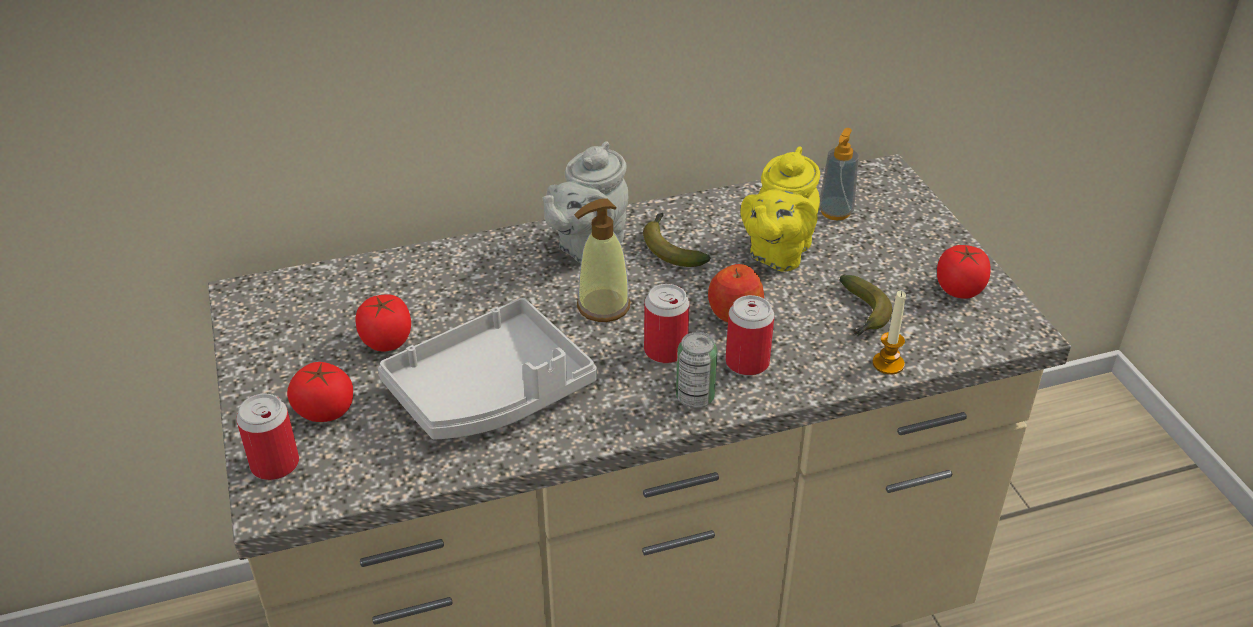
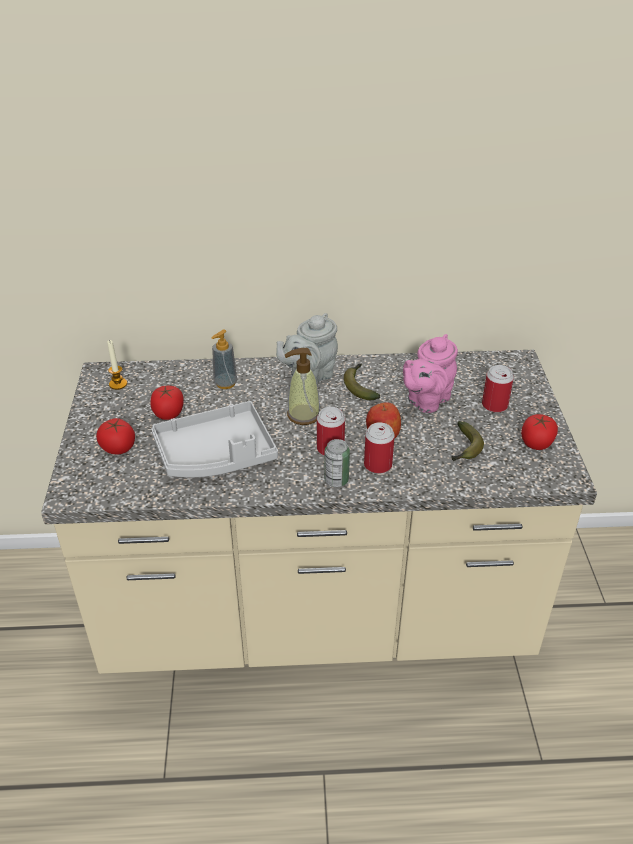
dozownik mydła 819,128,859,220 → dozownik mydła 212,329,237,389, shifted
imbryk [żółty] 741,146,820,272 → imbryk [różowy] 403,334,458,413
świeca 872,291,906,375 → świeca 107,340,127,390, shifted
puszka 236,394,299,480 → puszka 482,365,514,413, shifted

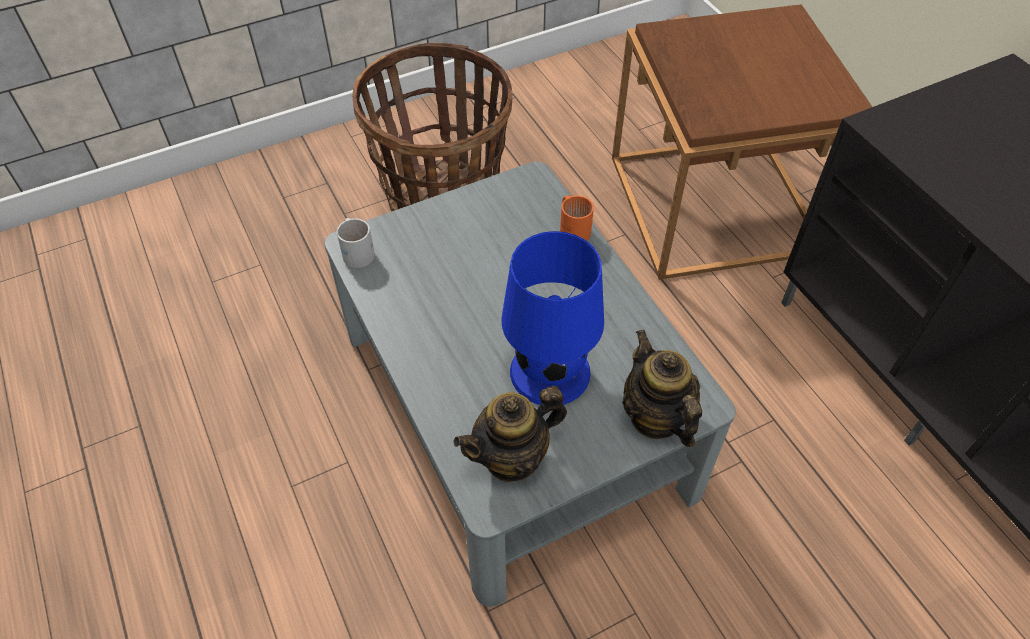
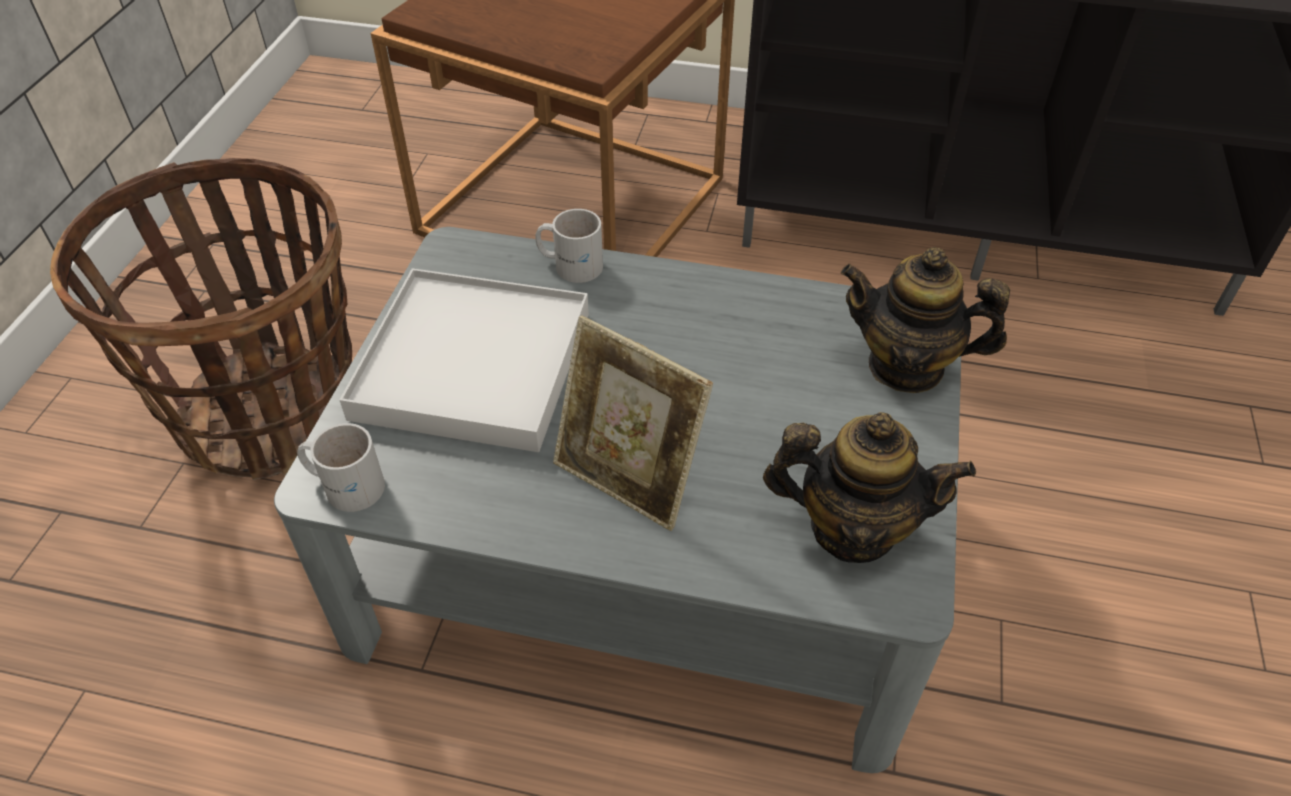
kubek [pomarańczowy] 560,195,594,241 → kubek [biały] 535,209,603,283
lampa stołowa [niebieski] 502,231,604,405 → -
imbryk 454,386,567,482 → imbryk 763,412,976,563, 90 degrees counterclockwise
- → taca [biały] 339,268,589,452
- → ramka na zdjęcie 553,316,713,531

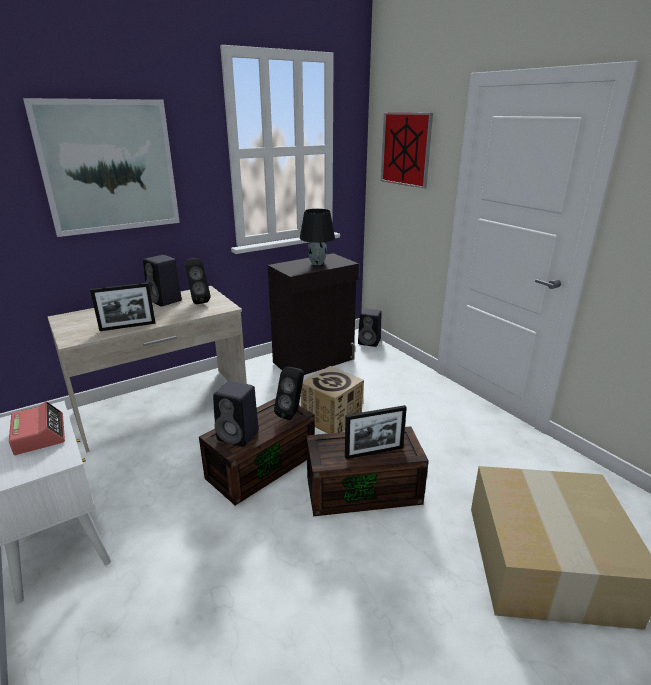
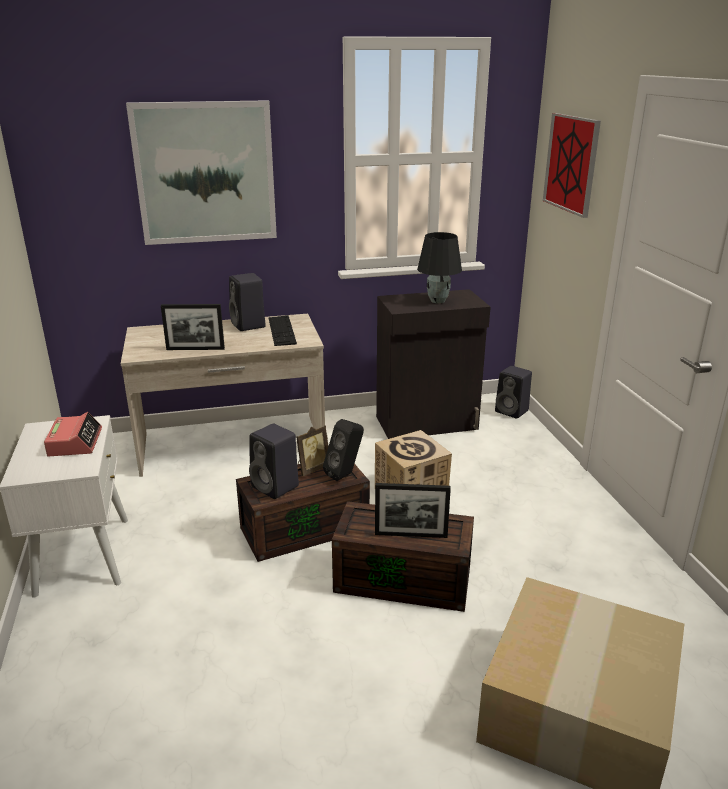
głośnik [czarny] 185,258,211,304 → klawiatura 268,315,297,346
- → ramka na zdjęcie 296,425,328,476

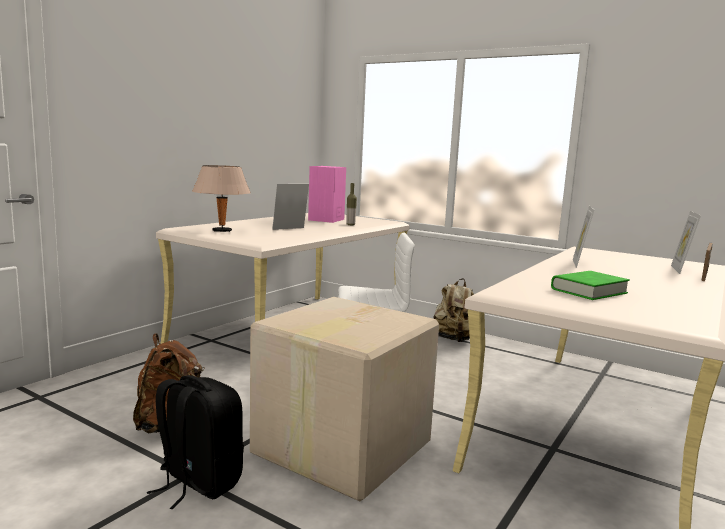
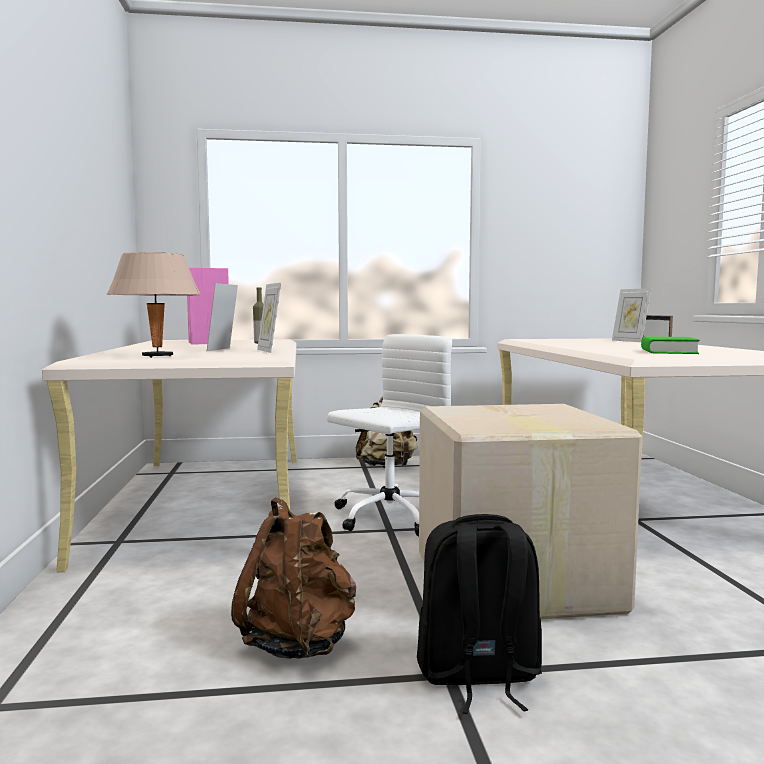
ramka na zdjęcie 573,206,594,268 → ramka na zdjęcie 257,283,281,353, shifted

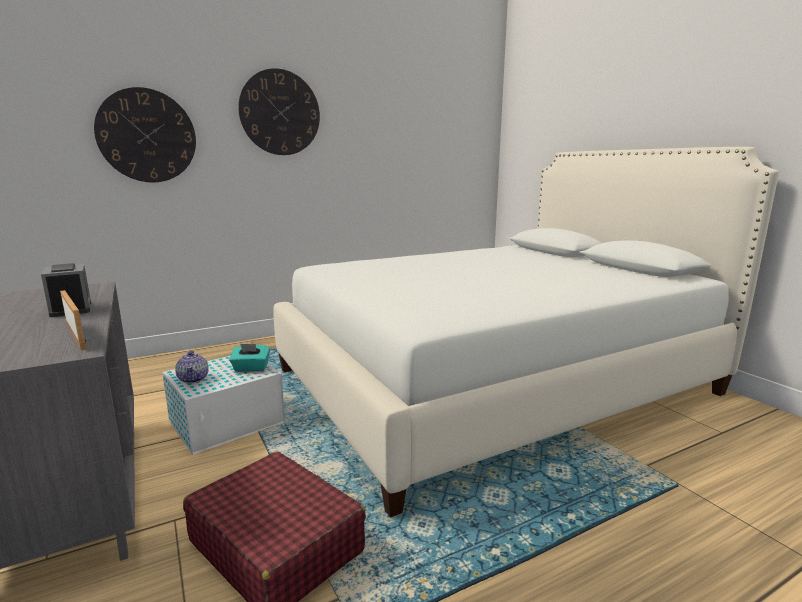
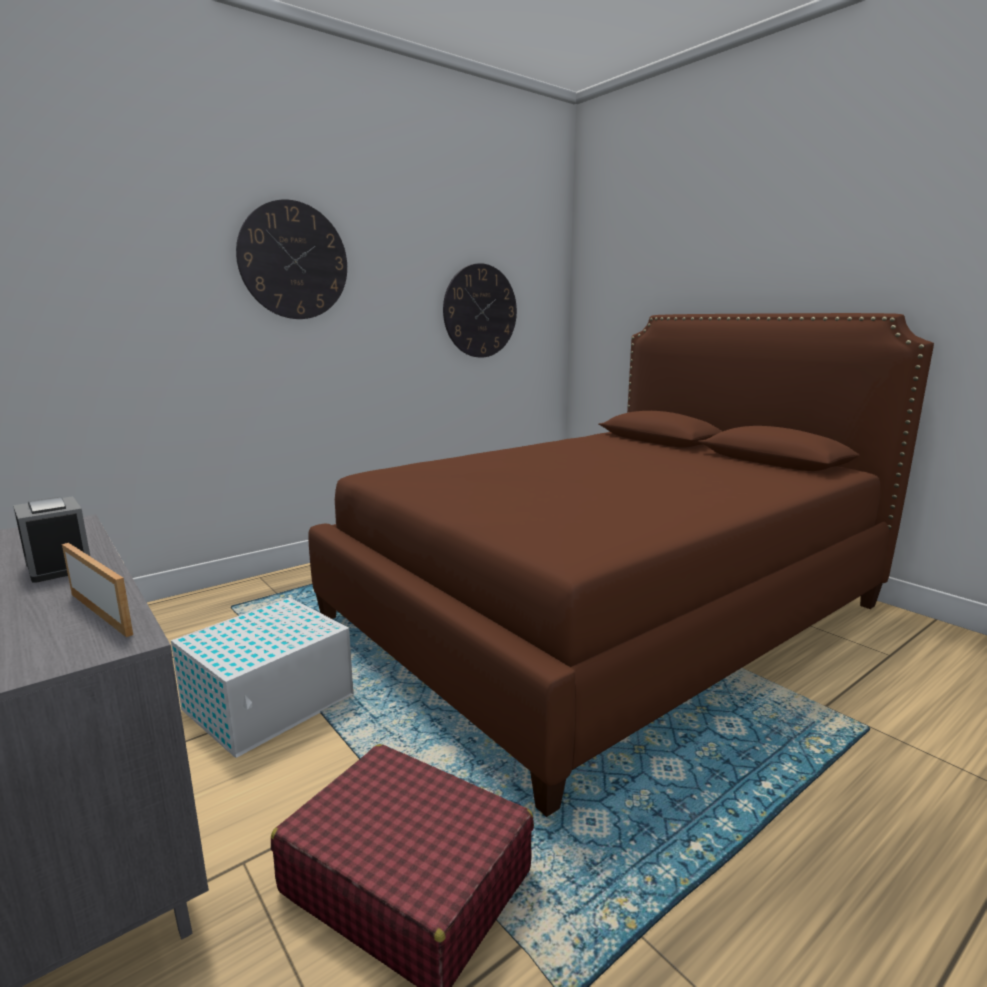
zegar ścienny 94,87,196,182 → zegar ścienny 443,263,517,358, shifted
łóżko [biały] 273,147,779,517 → łóżko [brązowy] 308,313,934,817
pudełko chusteczek [turkusowy] 229,344,270,372 → -
imbryk 175,351,209,384 → -

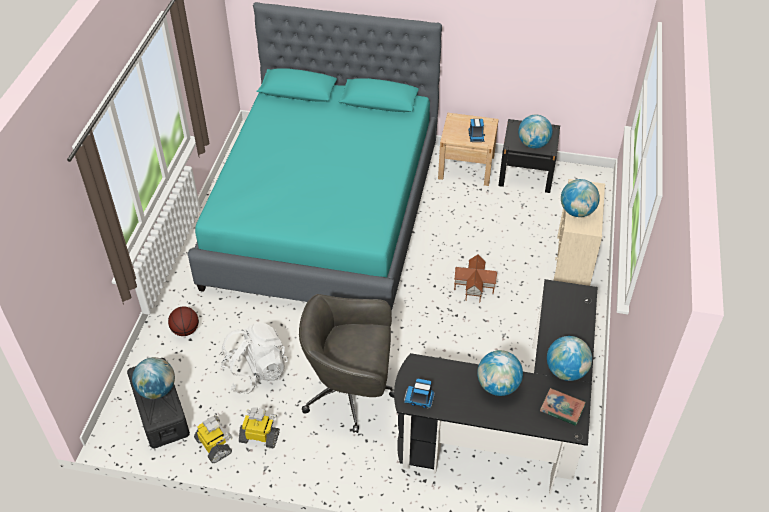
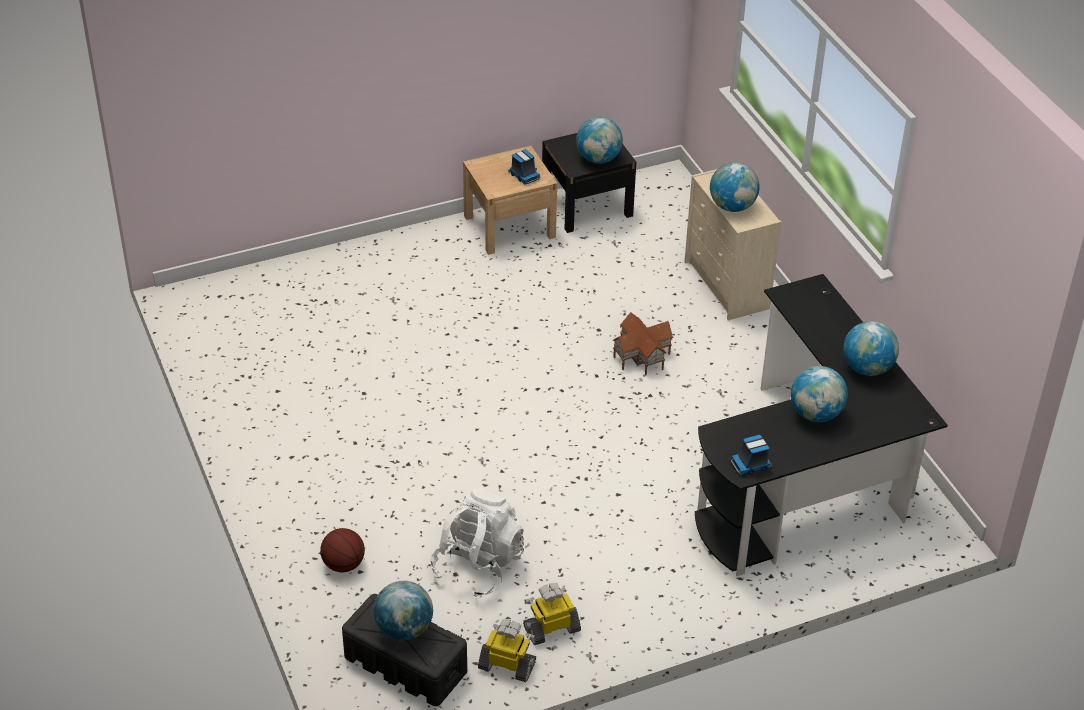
łóżko [turkusowy] 188,2,442,311 → -
krzesło biurowe [szary] 299,294,394,433 → -
książka 540,388,586,426 → -

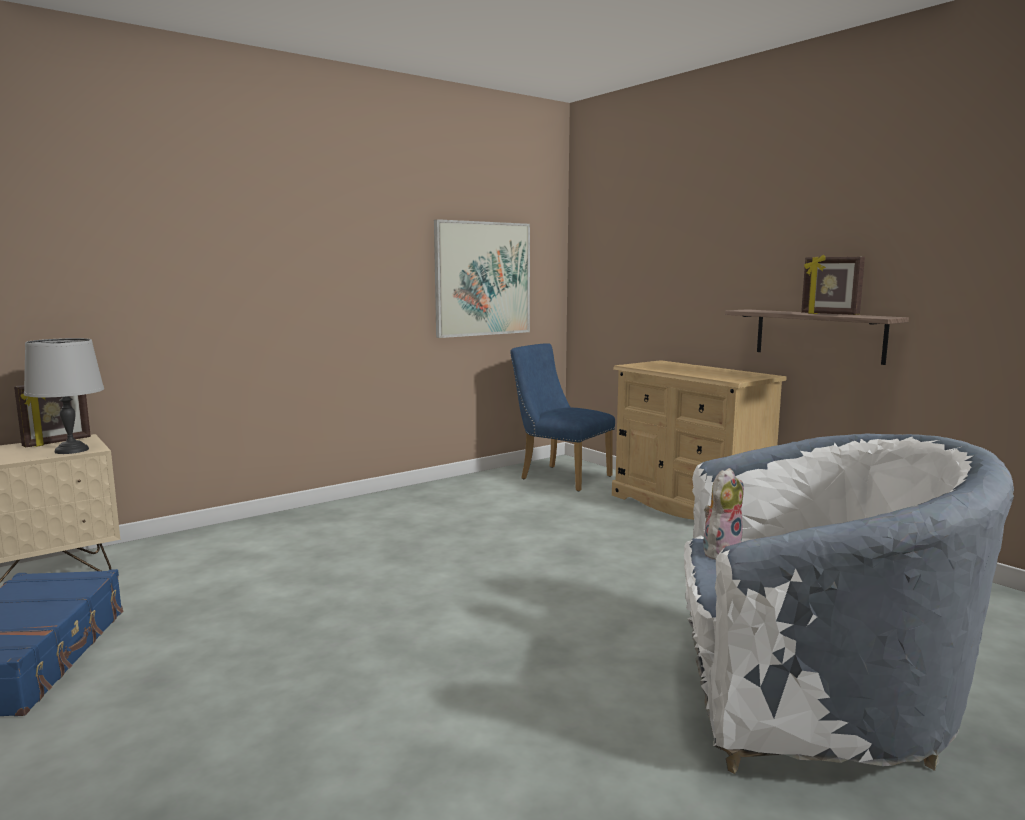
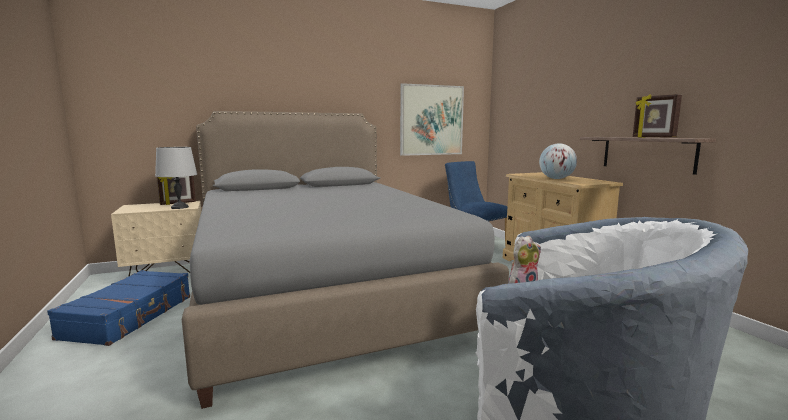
- → łóżko [szary] 182,111,509,409
- → globus 539,143,577,179

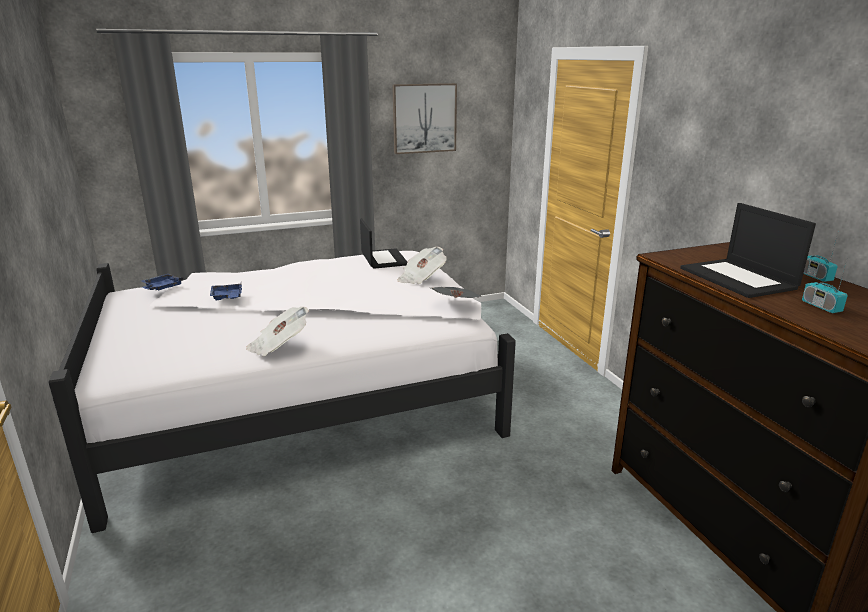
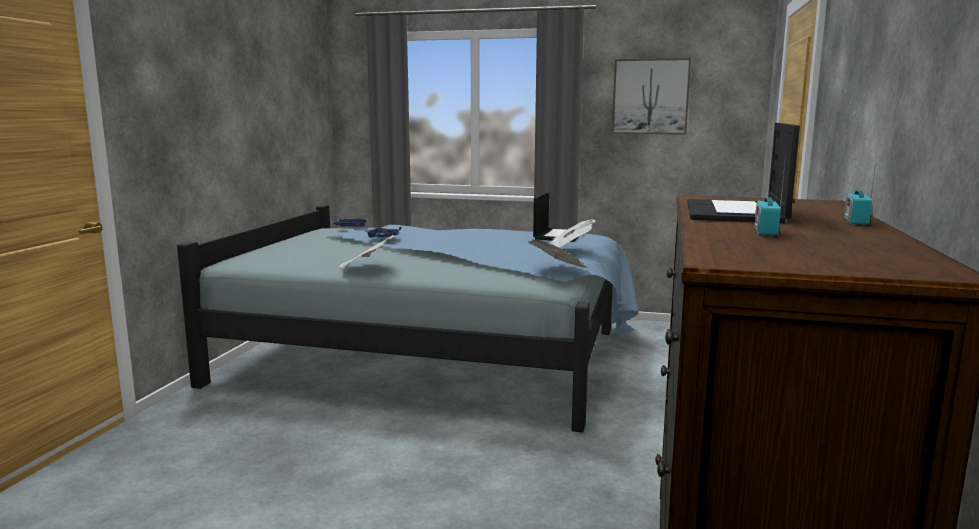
łóżko [biały] 48,251,516,533 → łóżko [niebieski] 177,205,638,433

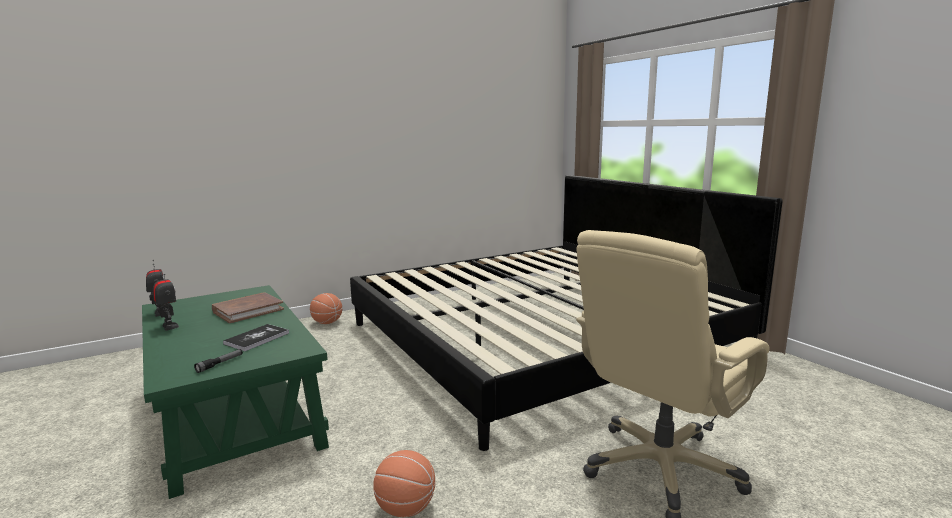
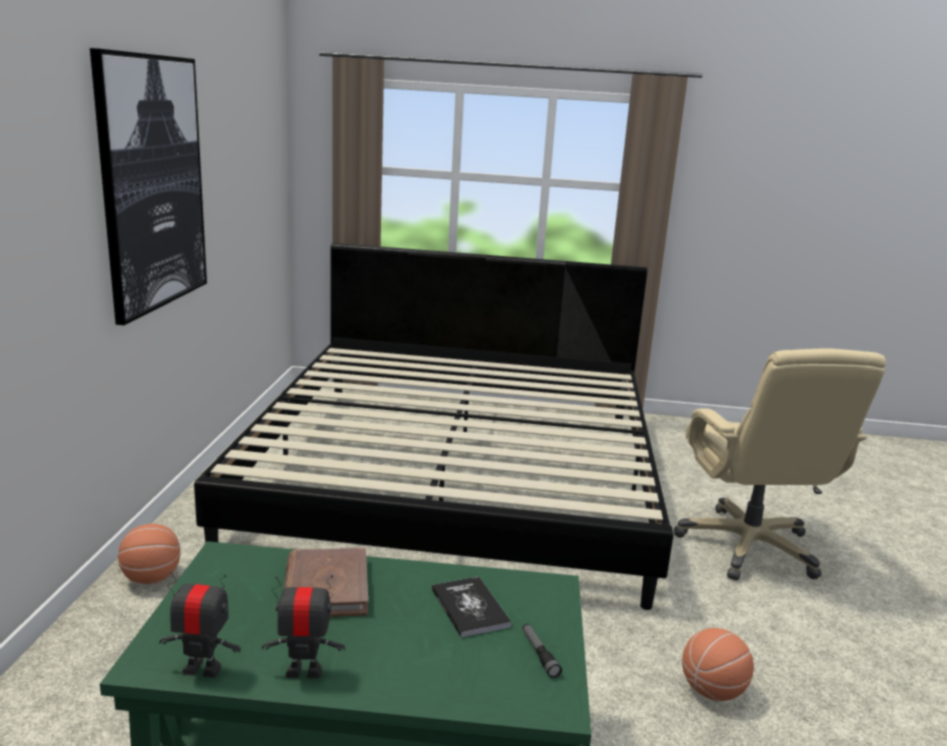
- → obraz 90,48,207,325

